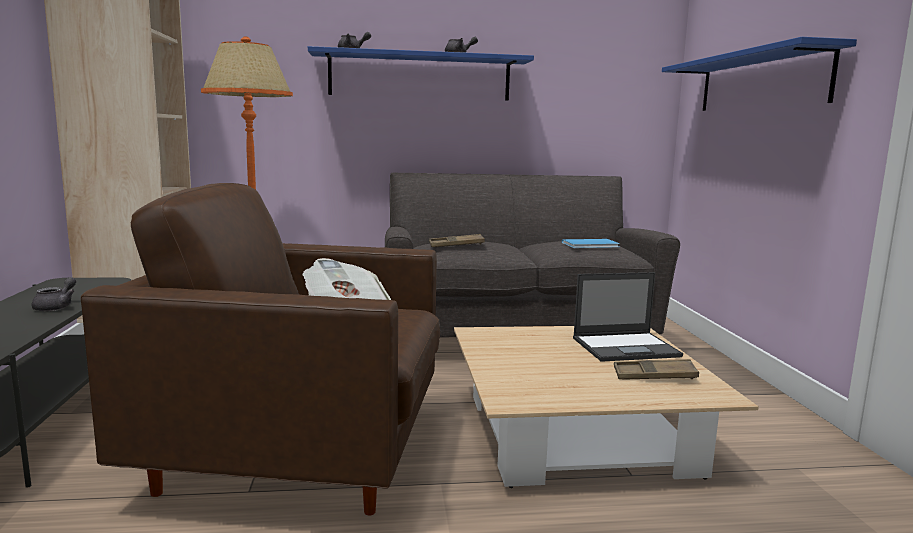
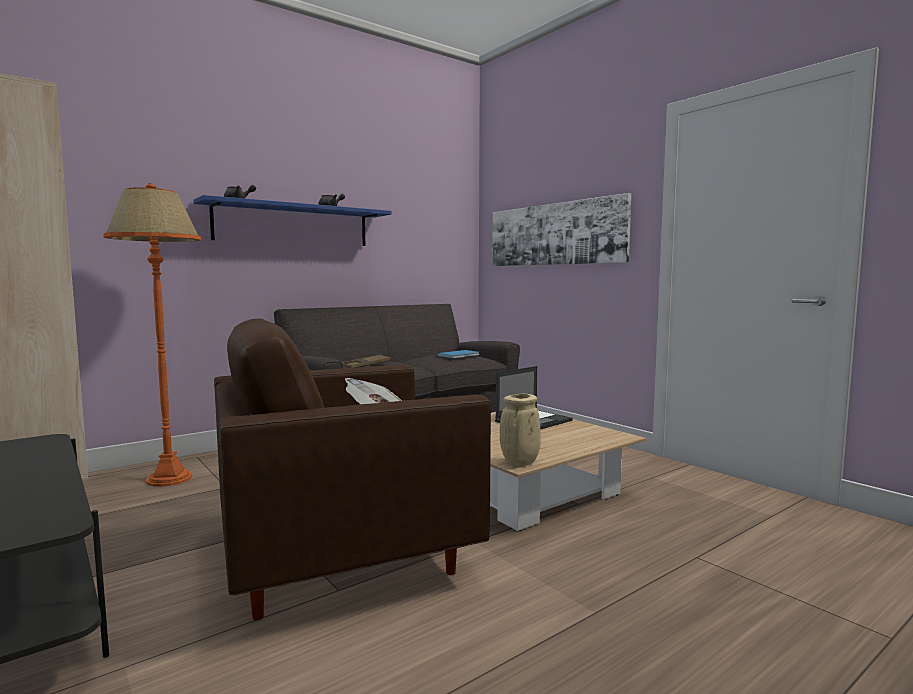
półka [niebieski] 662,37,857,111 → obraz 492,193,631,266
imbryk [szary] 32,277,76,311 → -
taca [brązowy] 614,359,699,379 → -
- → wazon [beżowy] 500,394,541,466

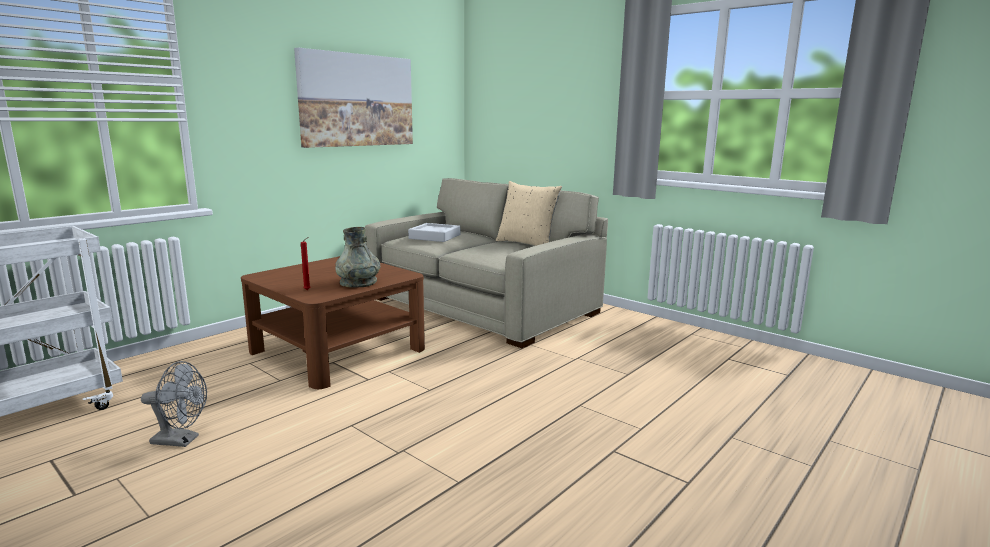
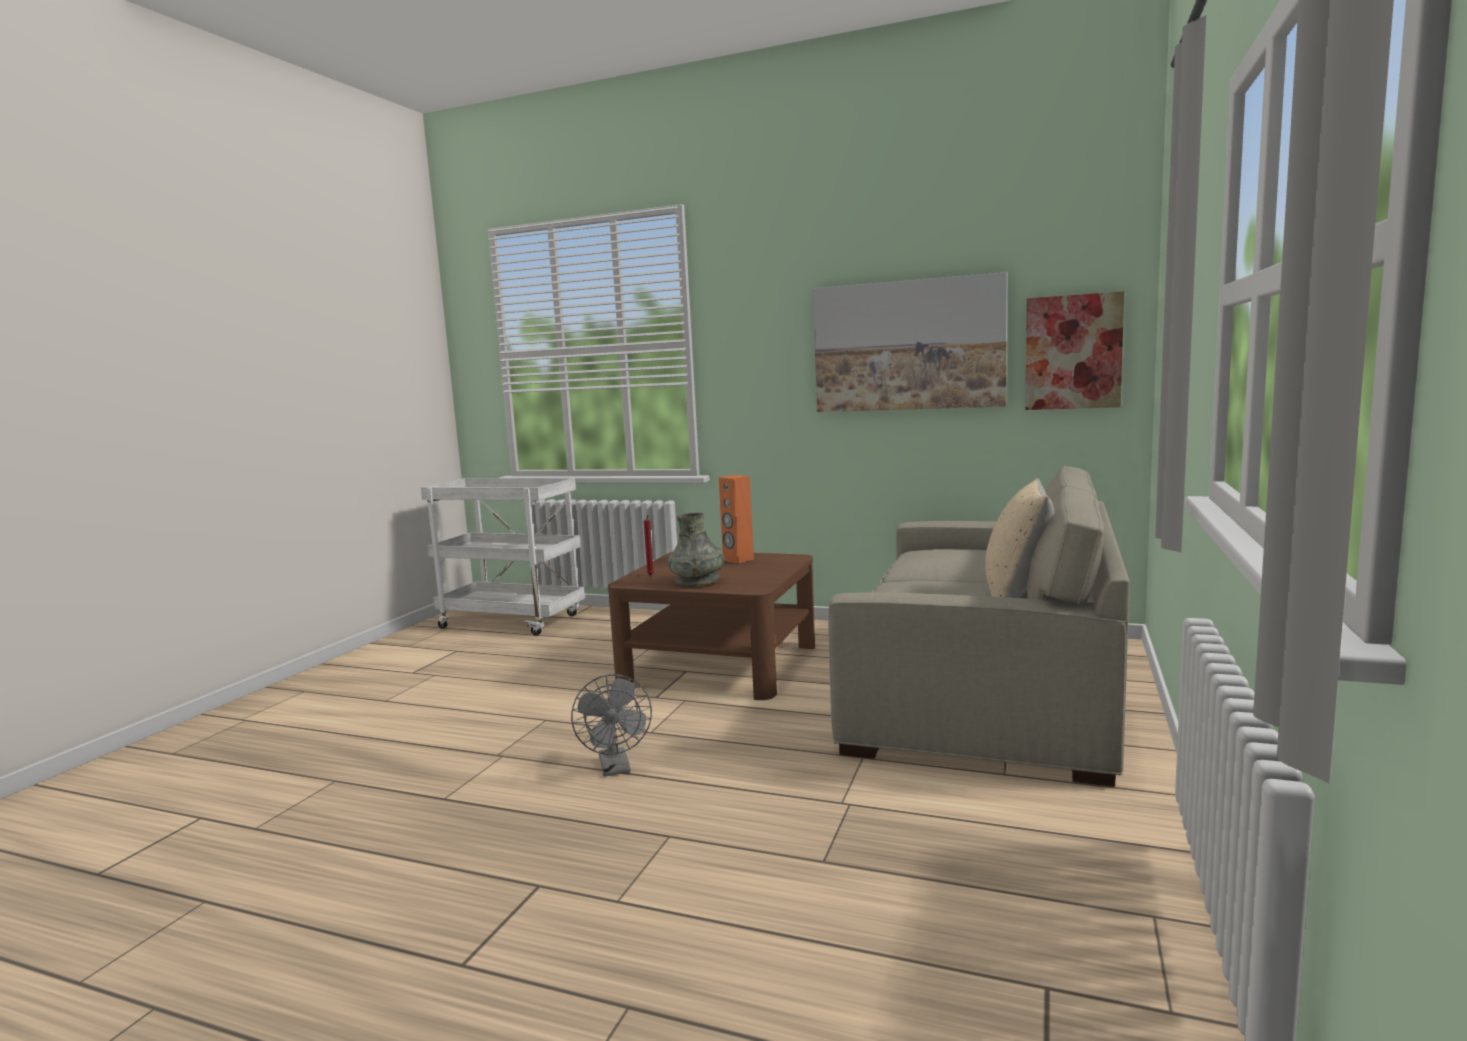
taca [szary] 408,223,460,242 → -
wentylator [szary] 141,361,207,447 → wentylator [szary] 571,674,652,777, shifted
- → obraz 1025,291,1124,410
- → głośnik [pomarańczowy] 719,475,754,564

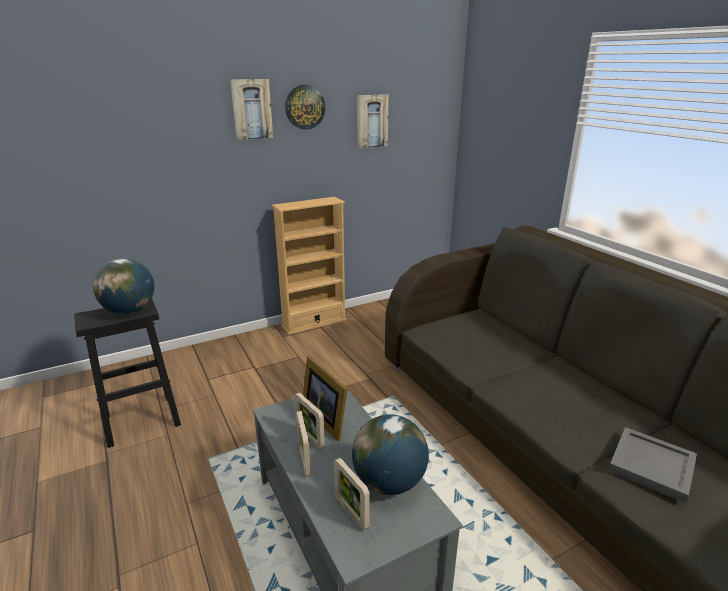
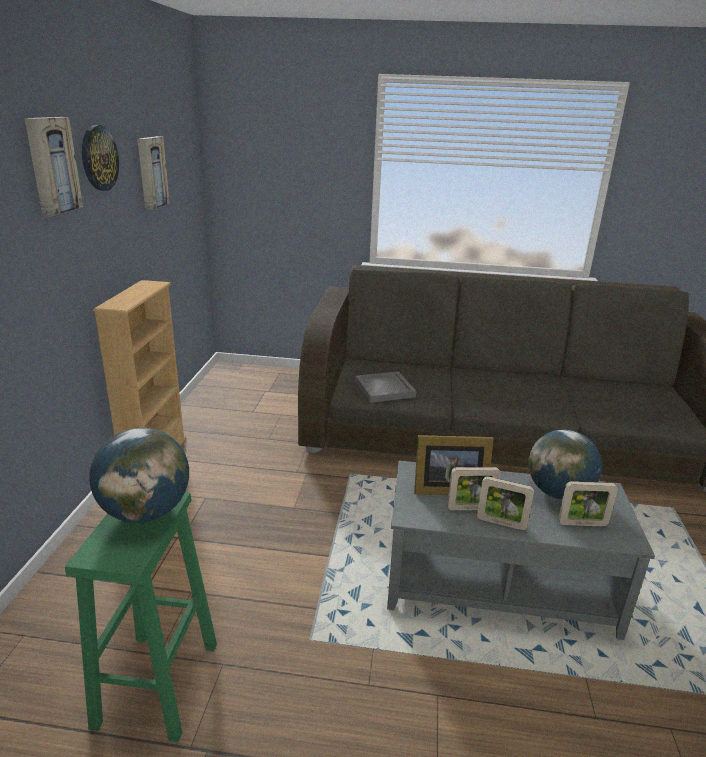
stołek [czarny] 74,299,181,448 → stołek [zielony] 65,492,217,742
taca [szary] 608,427,697,503 → taca [szary] 355,371,416,403, shifted

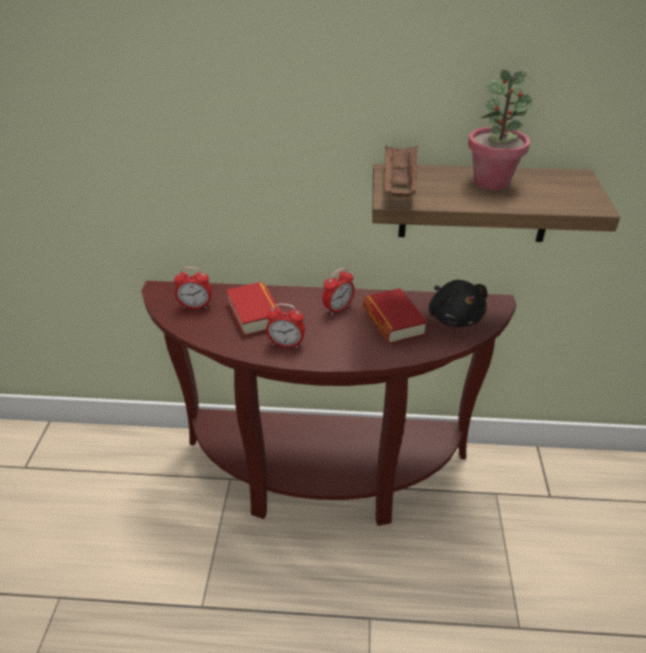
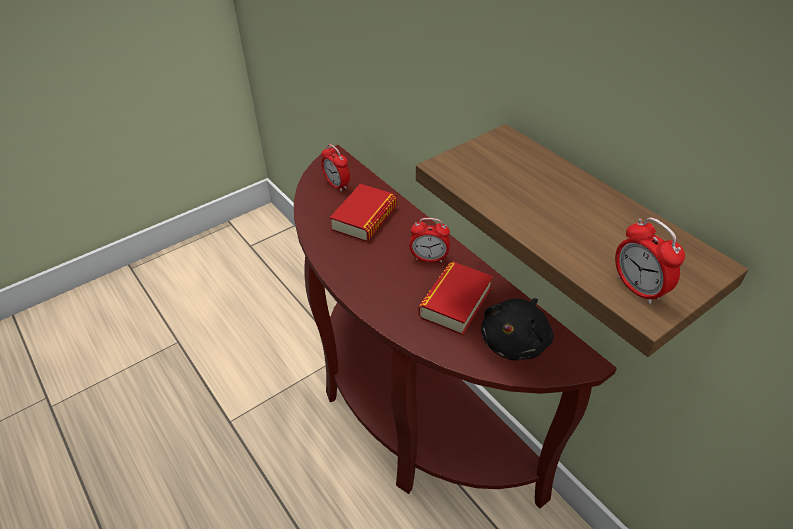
roślina doniczkowa 468,70,532,190 → -
taca [brązowy] 384,145,418,197 → -
budzik 266,303,305,348 → budzik 615,217,685,304, shifted

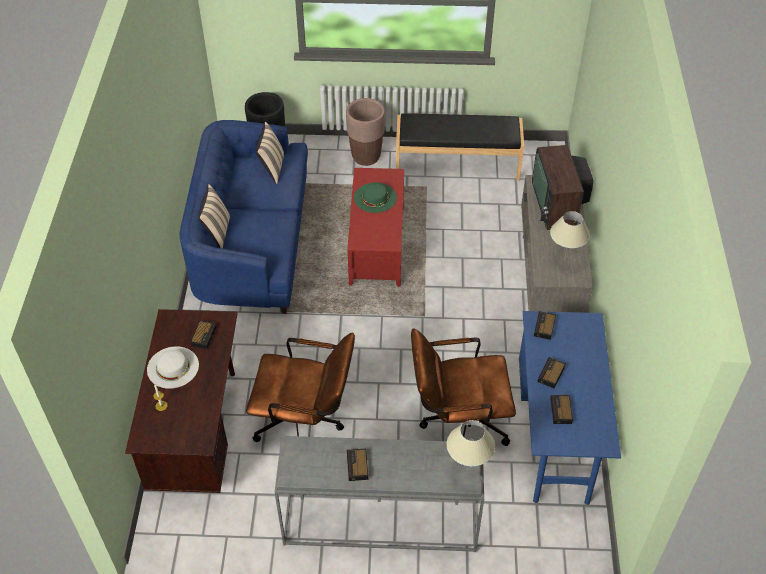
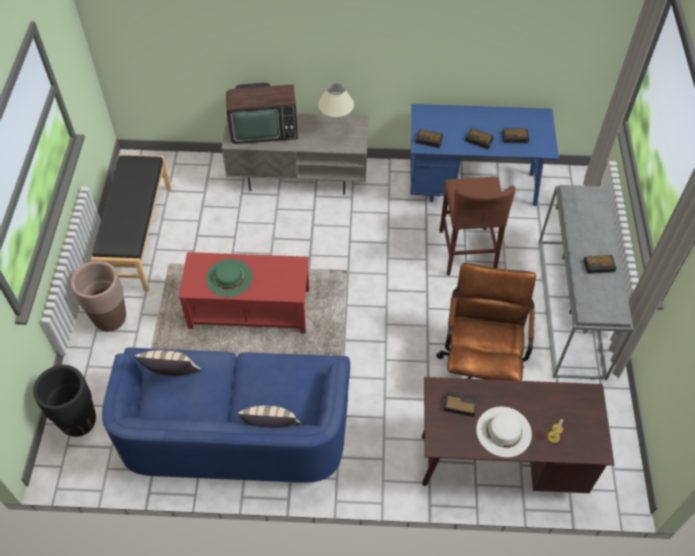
krzesło biurowe [brązowy] 411,328,516,446 → stołek [brązowy] 440,177,516,276
lampa stołowa [beżowy] 446,420,495,471 → -

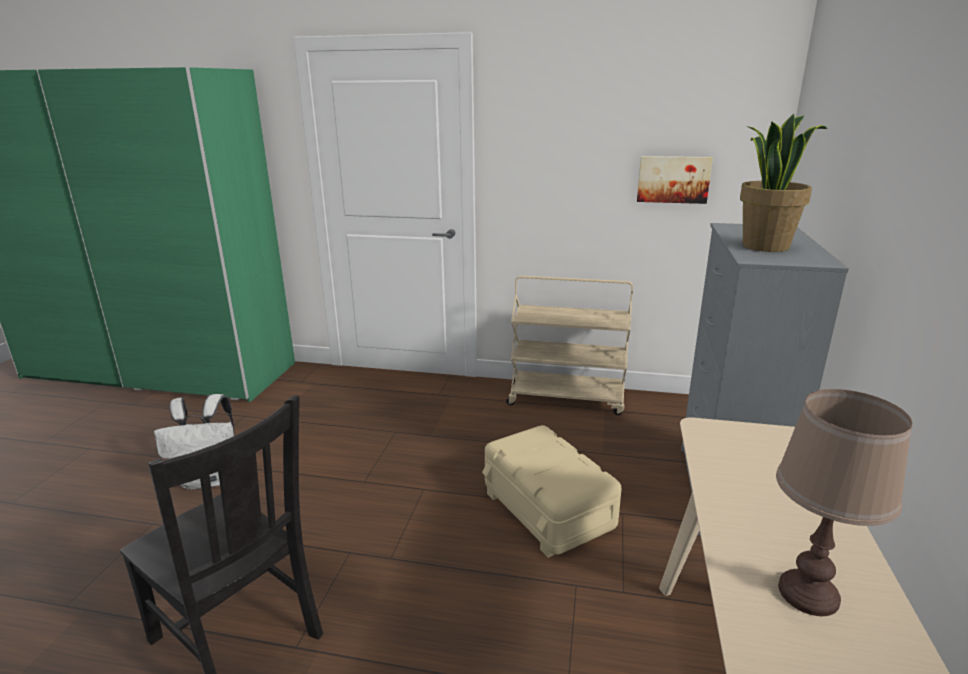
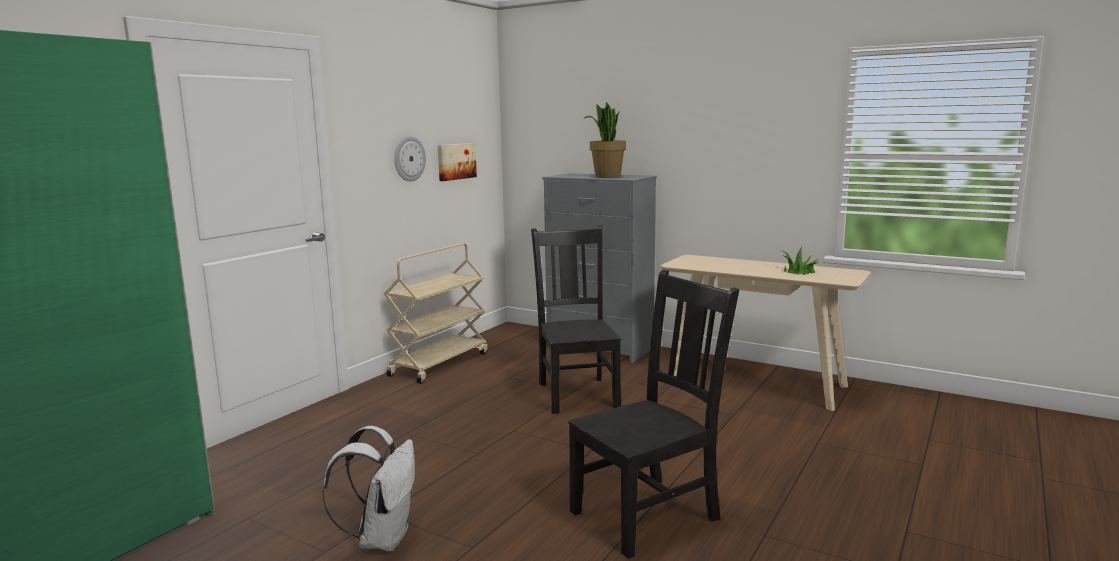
lampa stołowa [brązowy] 776,389,913,616 → roślina doniczkowa 780,247,818,275
pojemnik do przechowywania [beżowy] 482,425,621,558 → krzesło [czarny] 531,226,621,414
- → zegar ścienny 394,136,426,181

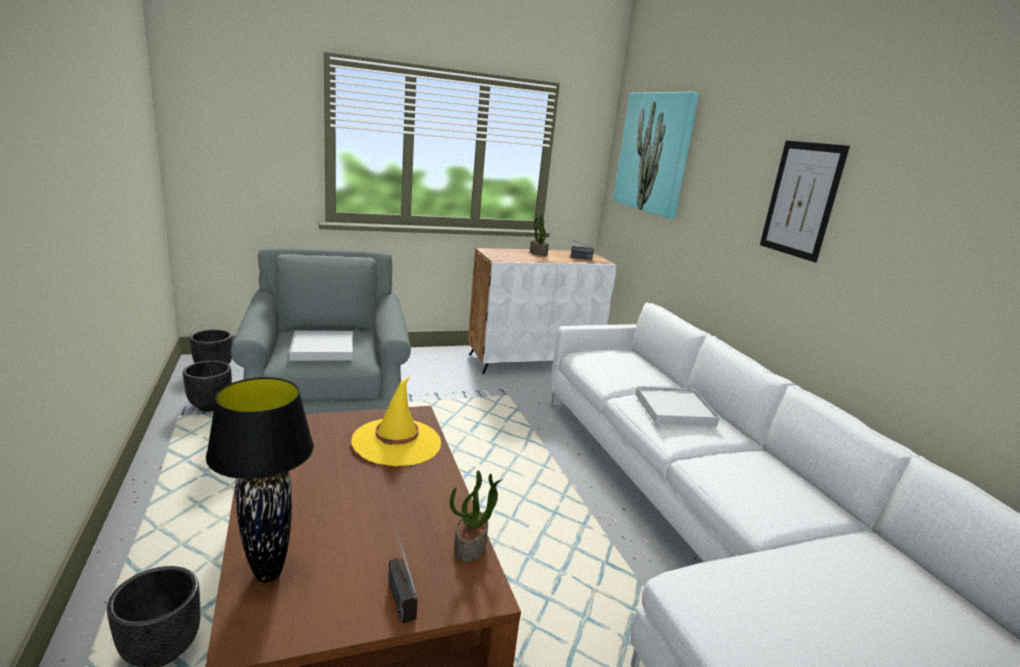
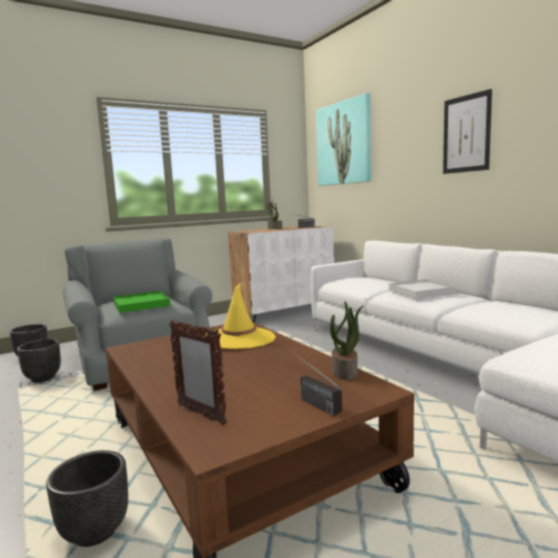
taca [biały] 289,331,353,361 → taca [zielony] 113,291,170,313
lampa stołowa [czarny] 206,377,314,583 → ramka na zdjęcie 169,320,227,425

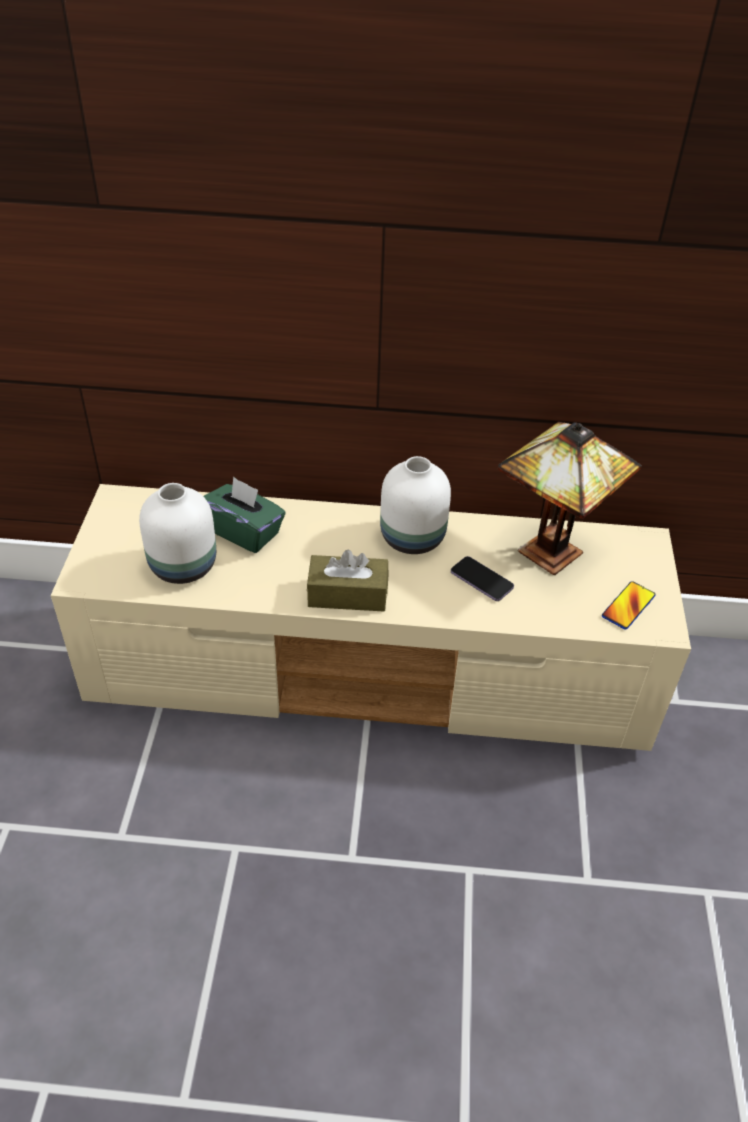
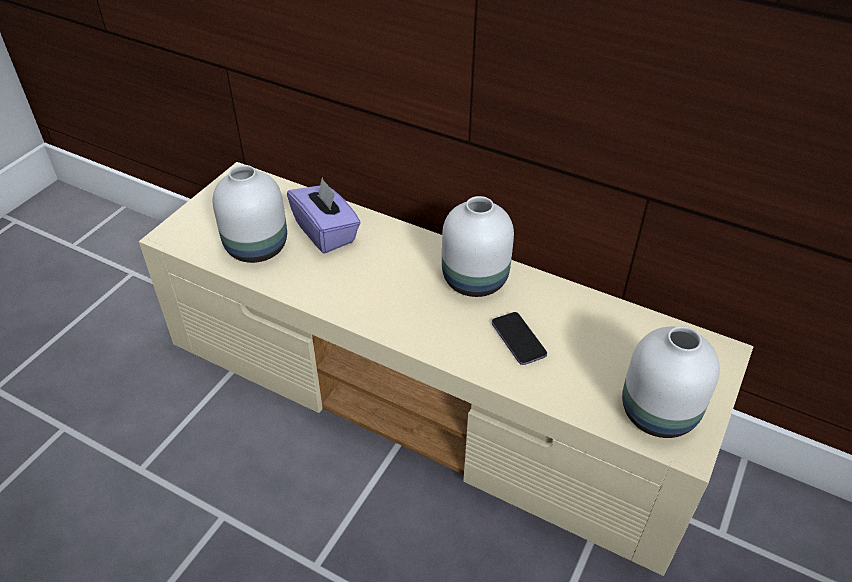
lampa stołowa 498,422,642,575 → -
pudełko chusteczek [zielony] 203,476,286,553 → pudełko chusteczek [fioletowy] 287,178,361,254
pudełko chusteczek [brązowy] 307,549,389,611 → -
telefon 602,581,656,630 → wazon [biały] 622,326,720,438

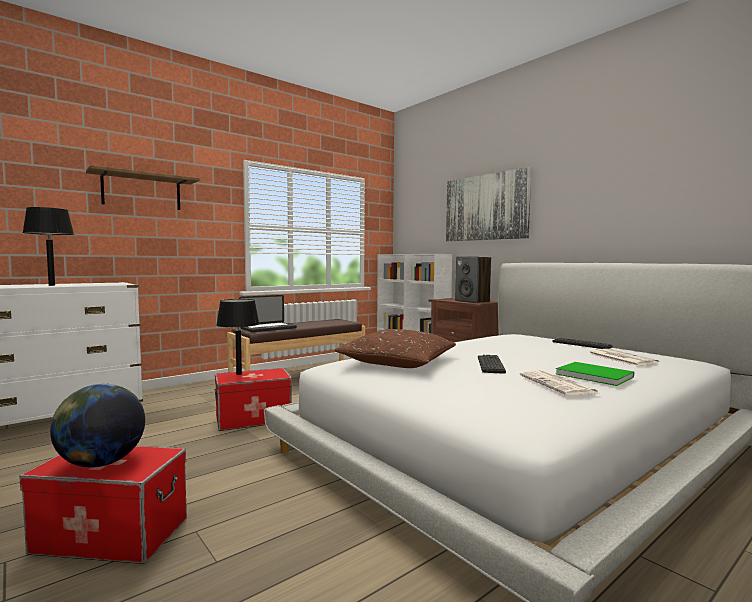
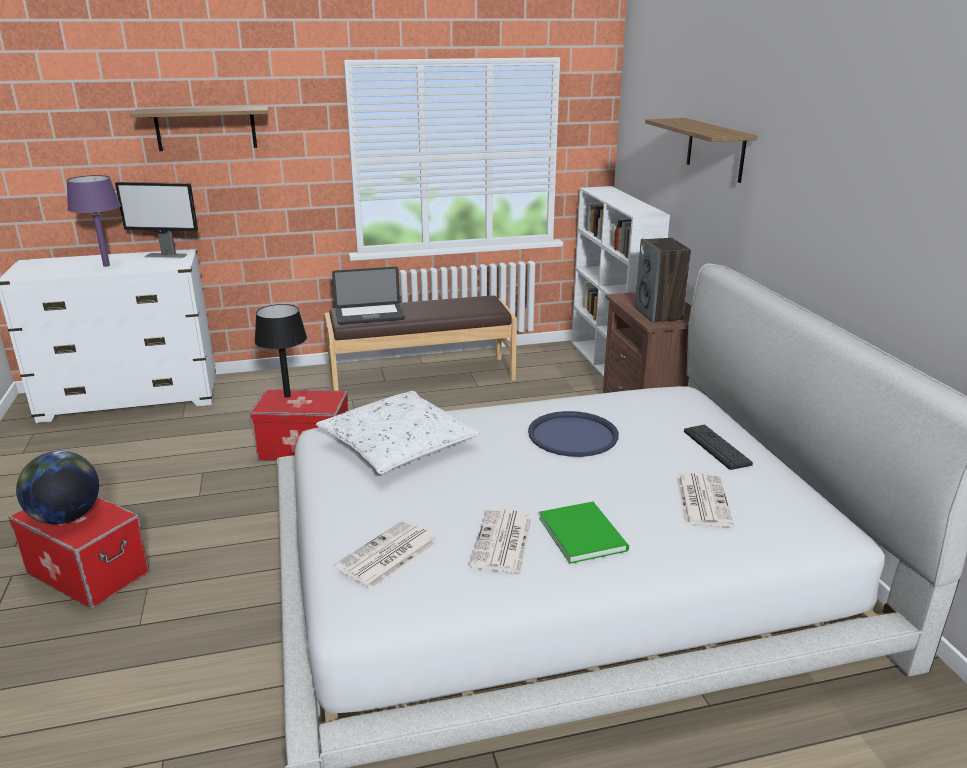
obraz 446,167,531,241 → półka 645,118,757,183
lampa stołowa [czarny] 22,207,74,286 → lampa stołowa [fioletowy] 67,175,121,267
poduszka [brązowy] 335,329,456,368 → poduszka [biały] 316,391,480,474
klawiatura 478,355,506,374 → -
- → monitor 115,182,198,259
- → taca [niebieski] 528,411,619,457
- → gazeta 335,520,438,589

